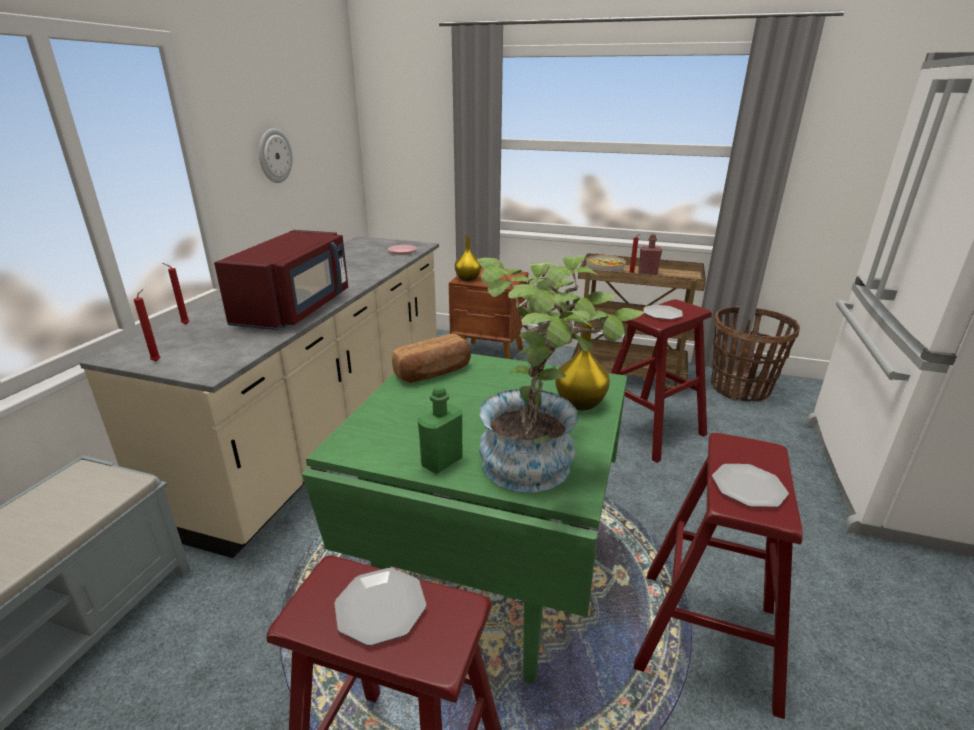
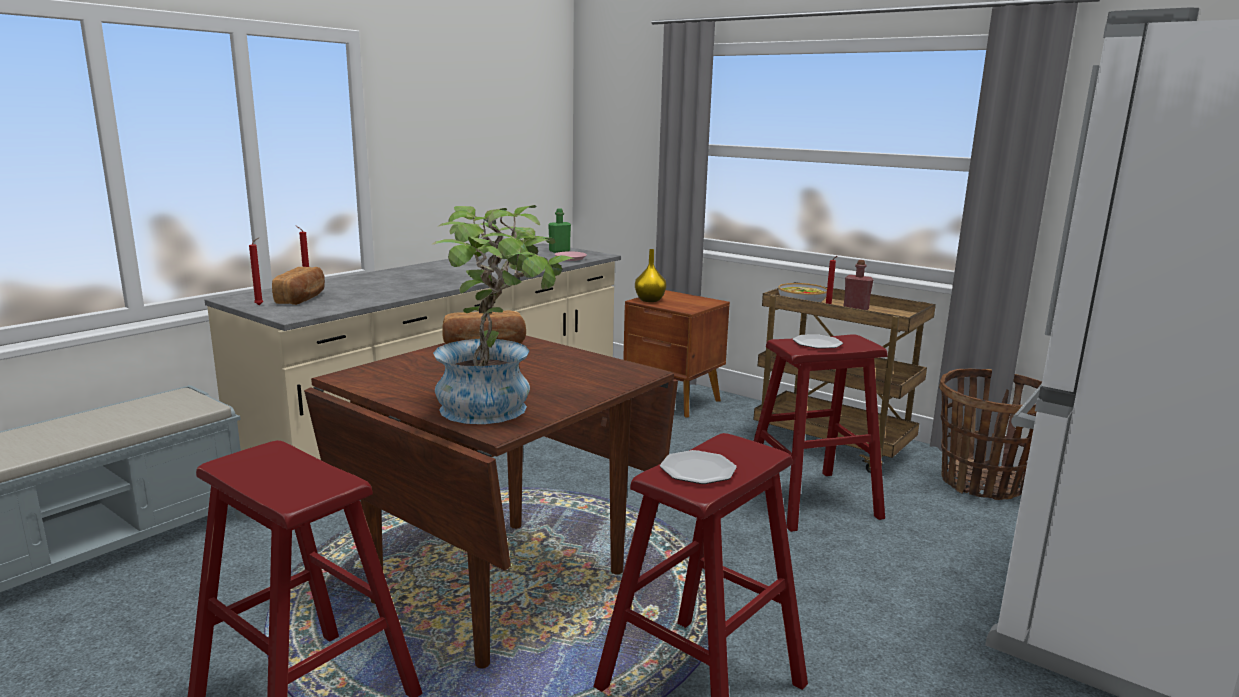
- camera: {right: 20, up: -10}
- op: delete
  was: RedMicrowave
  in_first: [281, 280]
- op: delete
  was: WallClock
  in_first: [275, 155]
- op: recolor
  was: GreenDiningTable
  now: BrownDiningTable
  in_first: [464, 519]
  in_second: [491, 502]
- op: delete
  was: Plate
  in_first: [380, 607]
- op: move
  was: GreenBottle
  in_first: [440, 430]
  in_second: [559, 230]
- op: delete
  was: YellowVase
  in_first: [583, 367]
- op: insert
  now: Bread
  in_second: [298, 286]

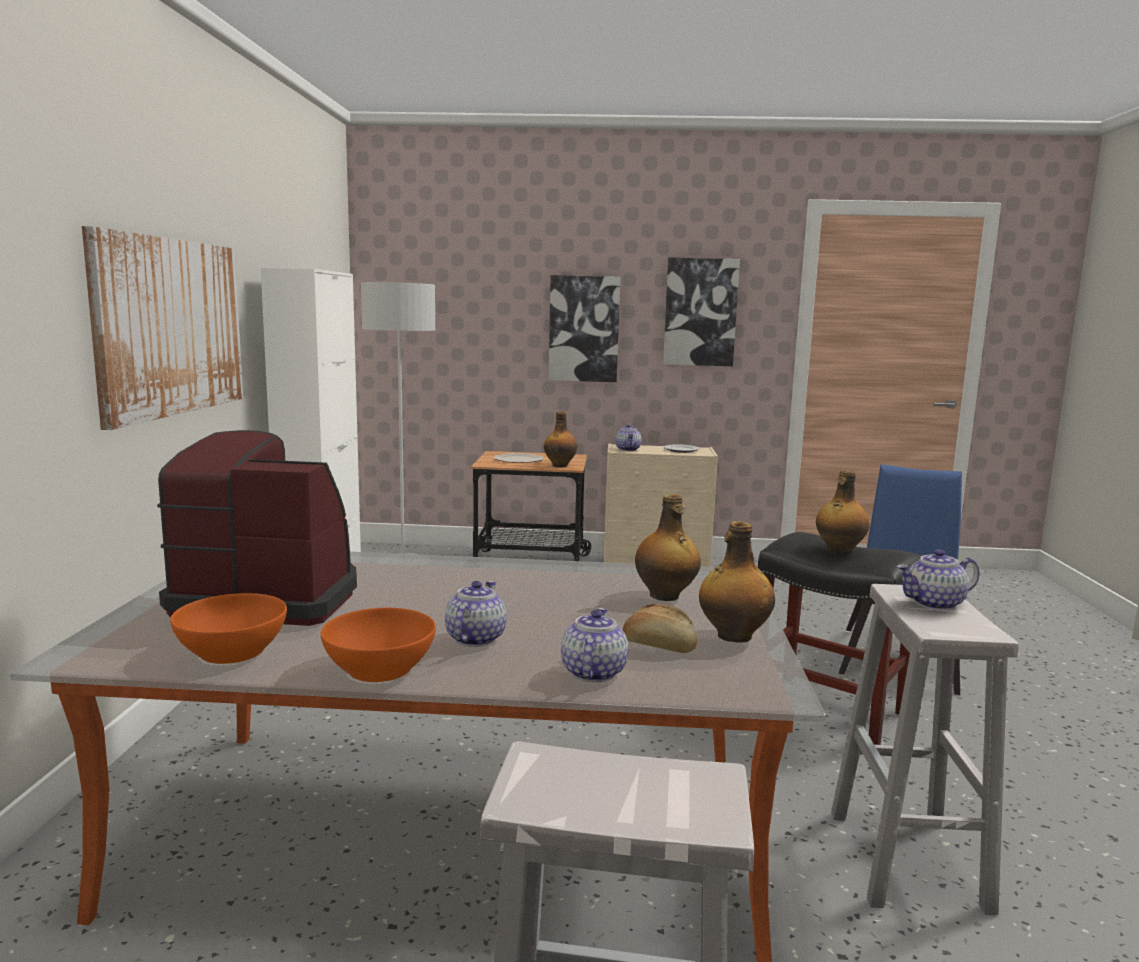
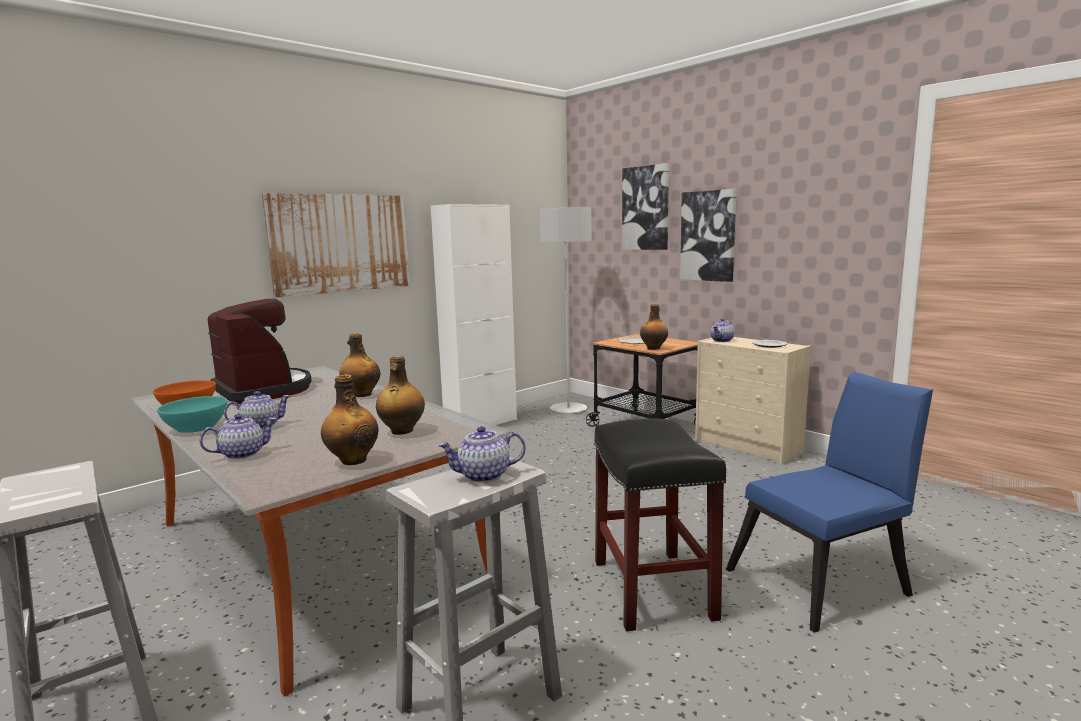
- camera: {right: 45, up: 0}
- op: recolor
  was: OrangeBowl
  now: TurquoiseBowl
  in_first: [378, 645]
  in_second: [192, 414]
- op: delete
  was: Bread
  in_first: [659, 628]
- op: move
  was: Picture
  in_first: [701, 311]
  in_second: [645, 206]
- op: move
  was: Bottle
  in_first: [843, 512]
  in_second: [359, 365]
- op: rotate
  was: Teapot
  in_first: [938, 579]
  in_second: [482, 454]
  clockwise: -45

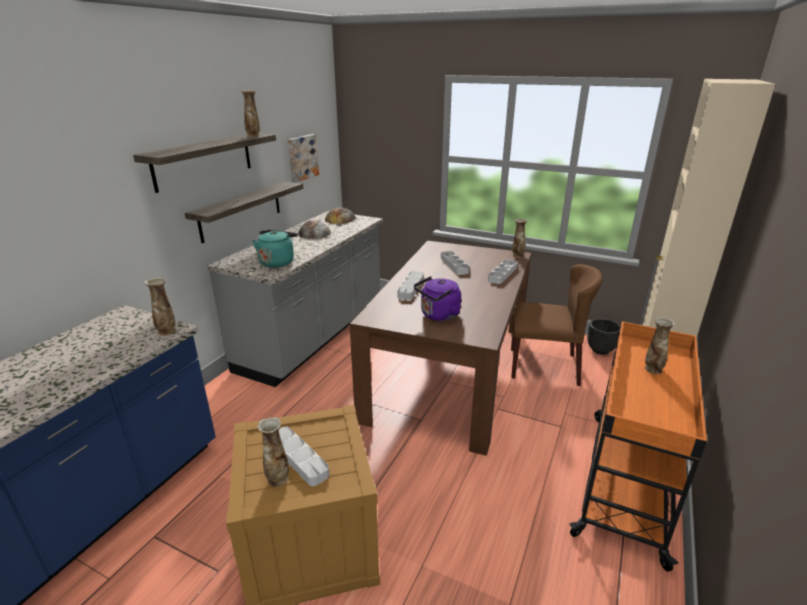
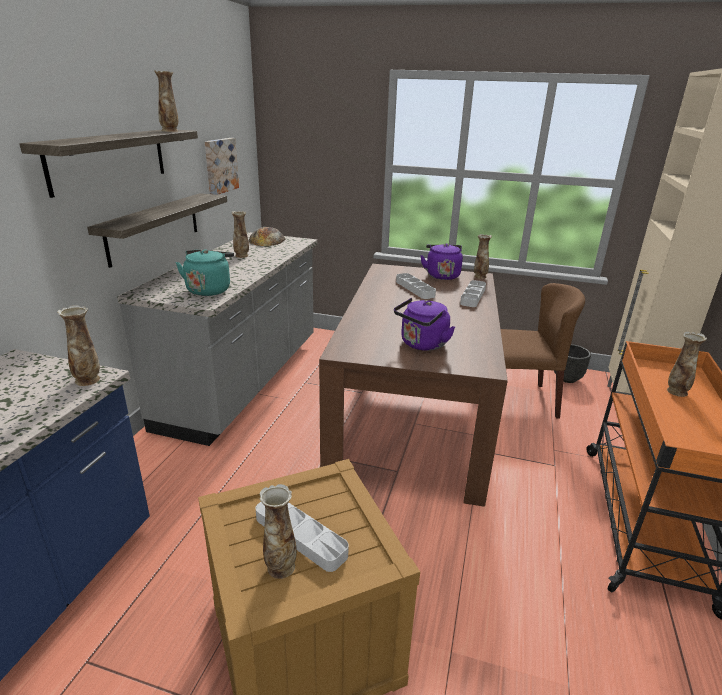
- camera: {right: -10, up: 0}
- op: replace
  was: Bread
  now: Vase
  in_first: [314, 229]
  in_second: [240, 234]
- op: delete
  was: GreyTray
  in_first: [410, 285]
- op: insert
  now: PurpleKettle
  in_second: [441, 261]

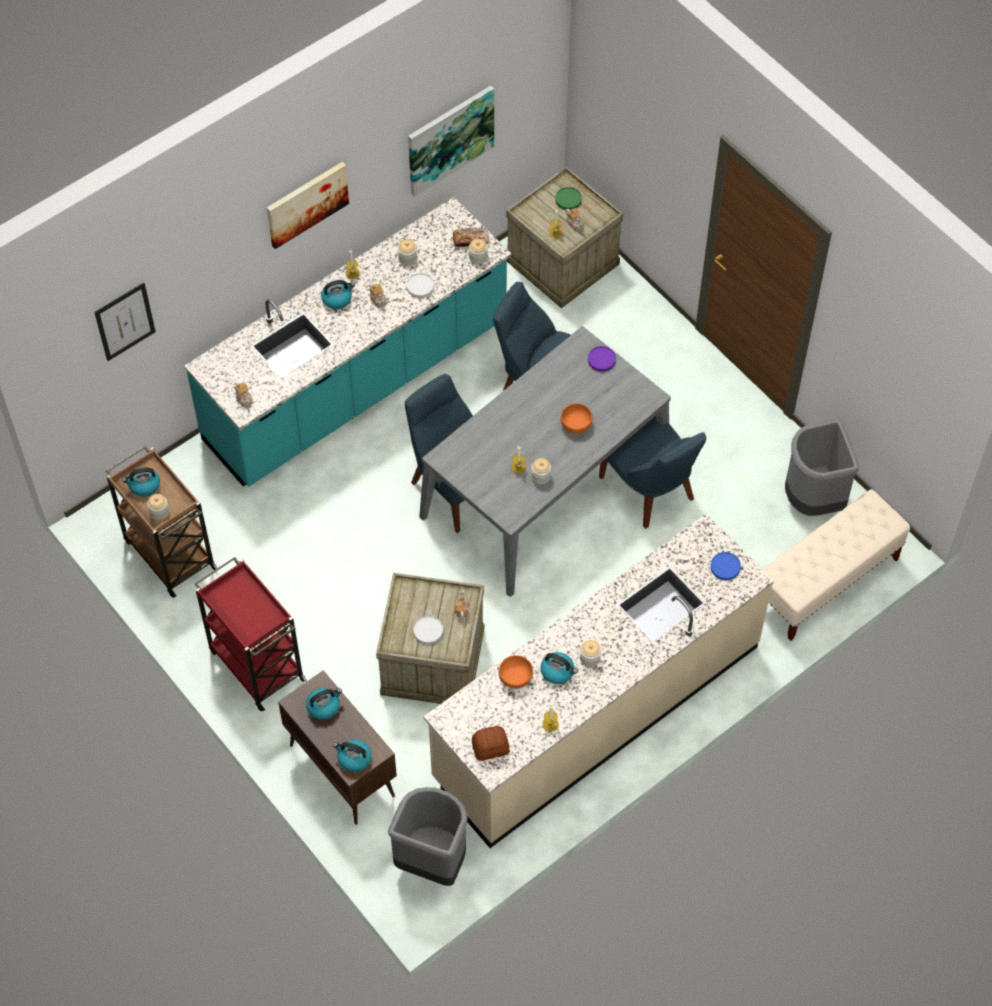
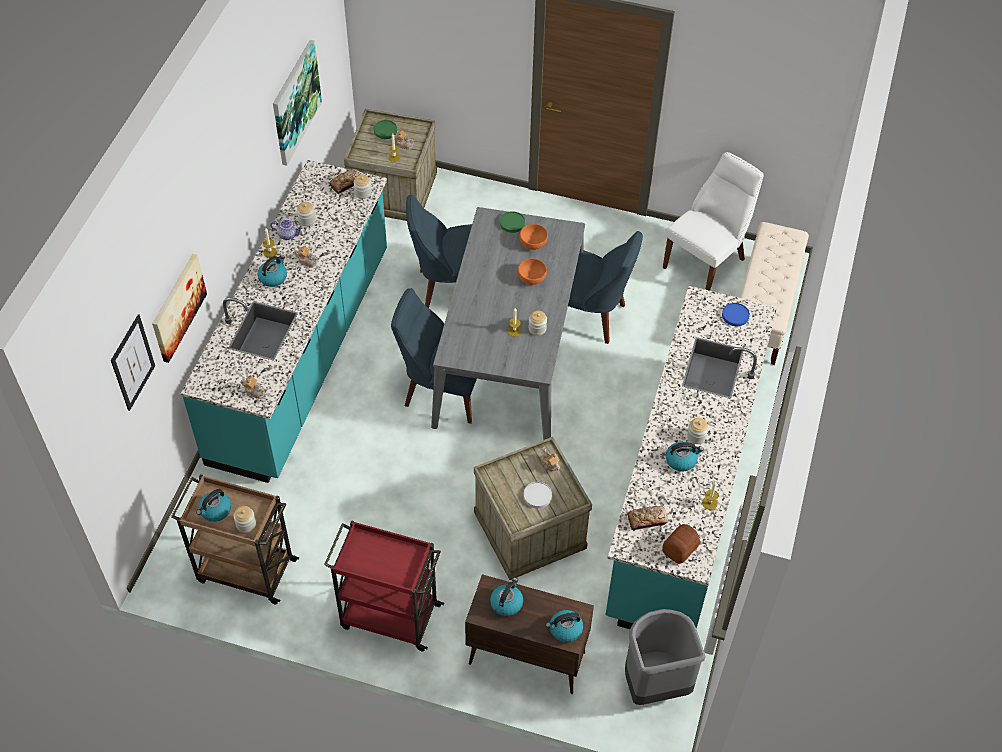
- camera: {right: -35, up: -5}
- op: move
  was: Picture
  in_first: [308, 205]
  in_second: [179, 308]
- op: delete
  was: WhitePlate
  in_first: [420, 285]
- op: recolor
  was: BeigeCounter
  now: TurquoiseCounter
  in_first: [598, 680]
  in_second: [691, 457]
- op: move
  was: OrangeBowl
  in_first: [516, 672]
  in_second: [533, 237]
- op: recolor
  was: PurplePlate
  now: GreenPlate
  in_first: [602, 359]
  in_second: [512, 222]
- op: replace
  was: GreyTrashCan
  now: WhiteChair
  in_first: [822, 467]
  in_second: [713, 221]
- op: insert
  now: Teapot
  in_second: [286, 229]
- op: insert
  now: Bread
  in_second: [647, 518]

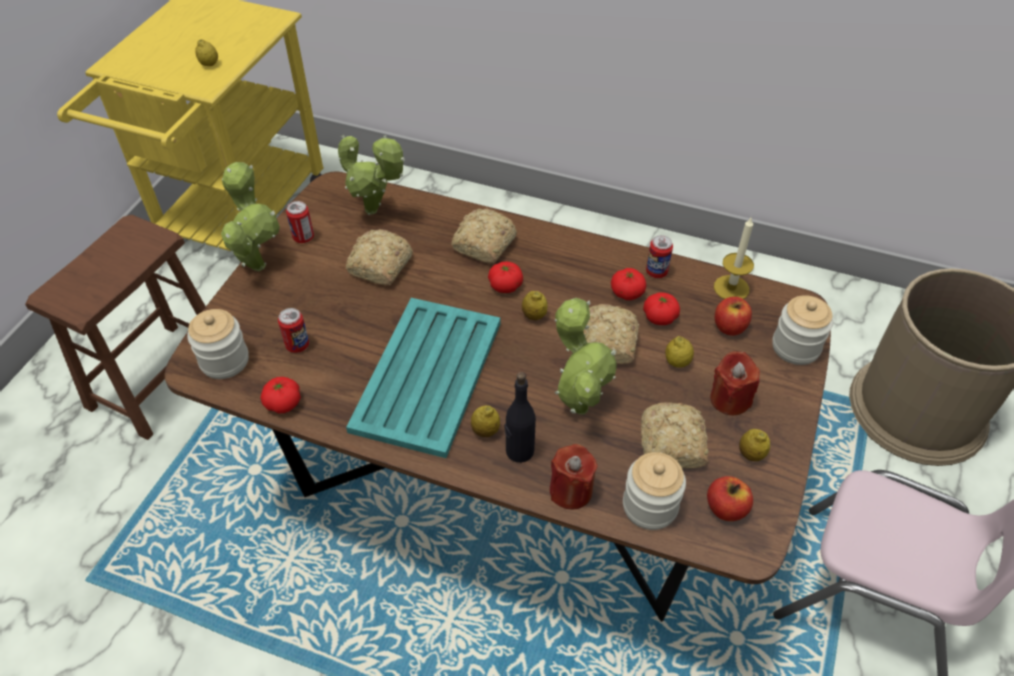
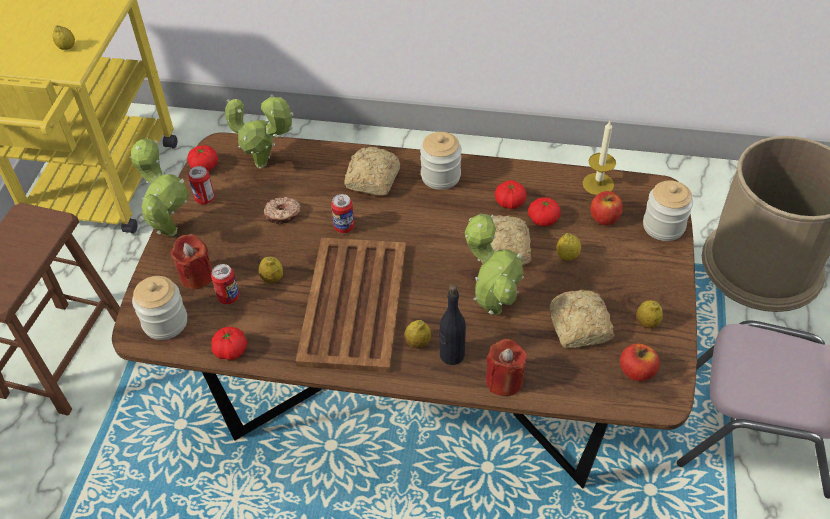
- camera: {right: -10, up: 0}
- op: replace
  was: Bread
  now: Donut
  in_first: [379, 257]
  in_second: [282, 210]
- op: recolor
  was: TurquoiseTray
  now: BrownTray
  in_first: [423, 378]
  in_second: [350, 305]
- op: move
  was: Tomato
  in_first: [505, 277]
  in_second: [202, 158]
- op: move
  was: Lemon
  in_first: [534, 305]
  in_second: [271, 270]
- op: move
  was: Jar
  in_first: [654, 491]
  in_second: [441, 161]
- op: move
  was: Can
  in_first: [659, 256]
  in_second: [342, 213]
- op: move
  was: RedCandle
  in_first: [735, 383]
  in_second: [191, 262]

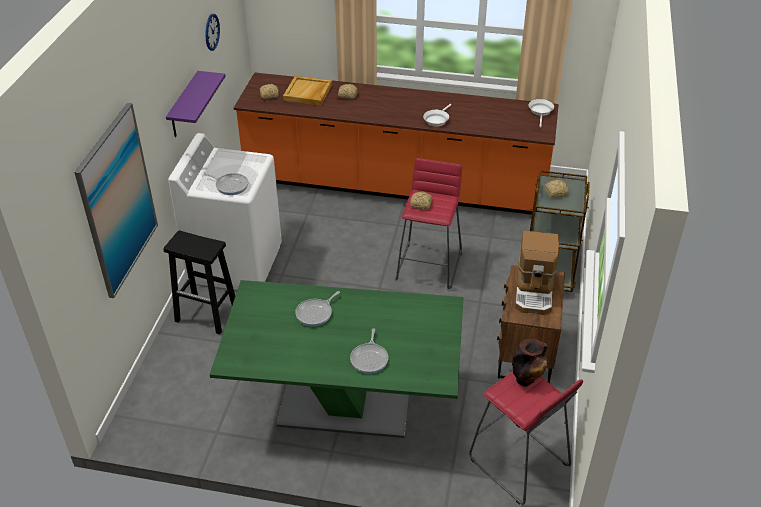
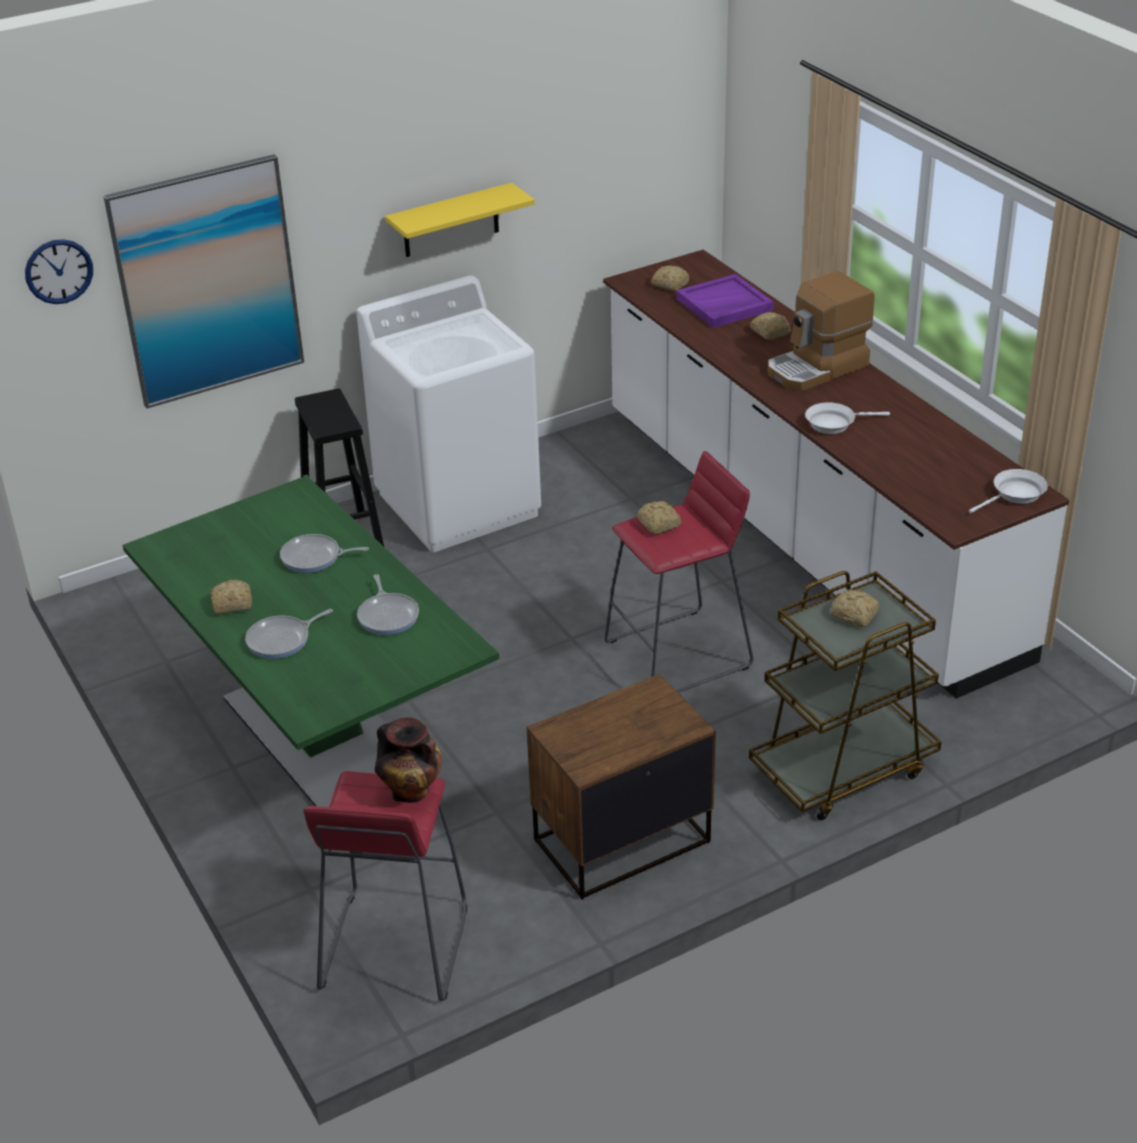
- camera: {right: 50, up: -5}
- op: recolor
  was: PurpleShelf
  now: YellowShelf
  in_first: [196, 104]
  in_second: [460, 220]
- op: move
  was: FryingPan
  in_first: [226, 184]
  in_second: [388, 604]
- op: move
  was: WallClock
  in_first: [212, 32]
  in_second: [59, 271]
- op: recolor
  was: OrangeCounter
  now: WhiteCounter
  in_first: [396, 144]
  in_second: [836, 474]
- op: recolor
  was: BeigeTray
  now: PurpleTray
  in_first: [307, 90]
  in_second: [725, 301]
- op: move
  was: CoffeeMachine
  in_first: [537, 273]
  in_second: [821, 331]
- op: insert
  now: Bread
  in_second: [231, 597]

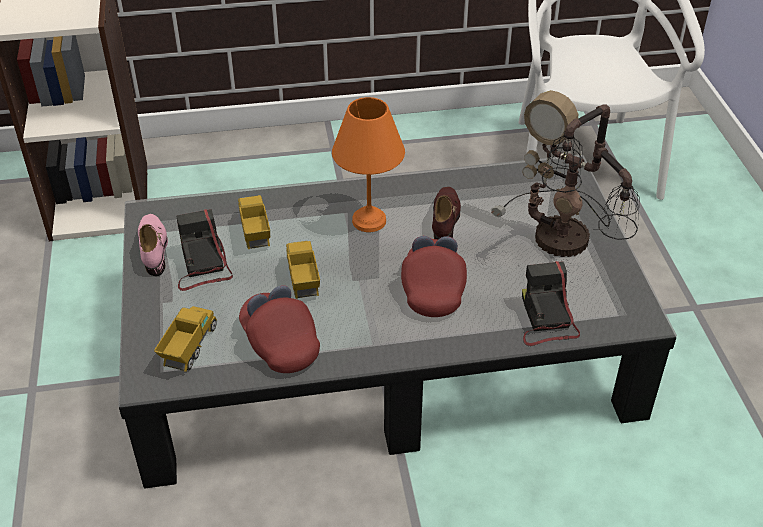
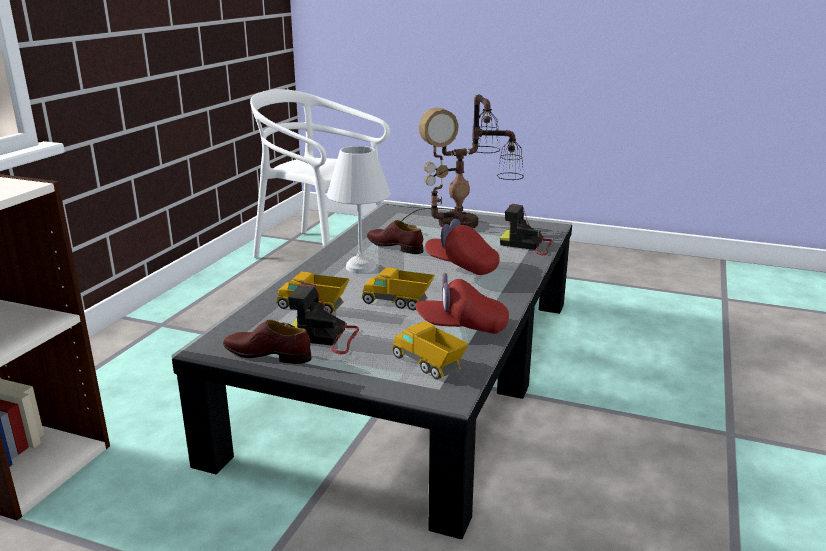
- camera: {right: -60, up: -20}
- op: recolor
  was: PinkShoe
  now: BrownShoe
  in_first: [153, 245]
  in_second: [267, 342]
- op: recolor
  was: OrangeTableLamp
  now: WhiteTableLamp
  in_first: [368, 164]
  in_second: [359, 209]

